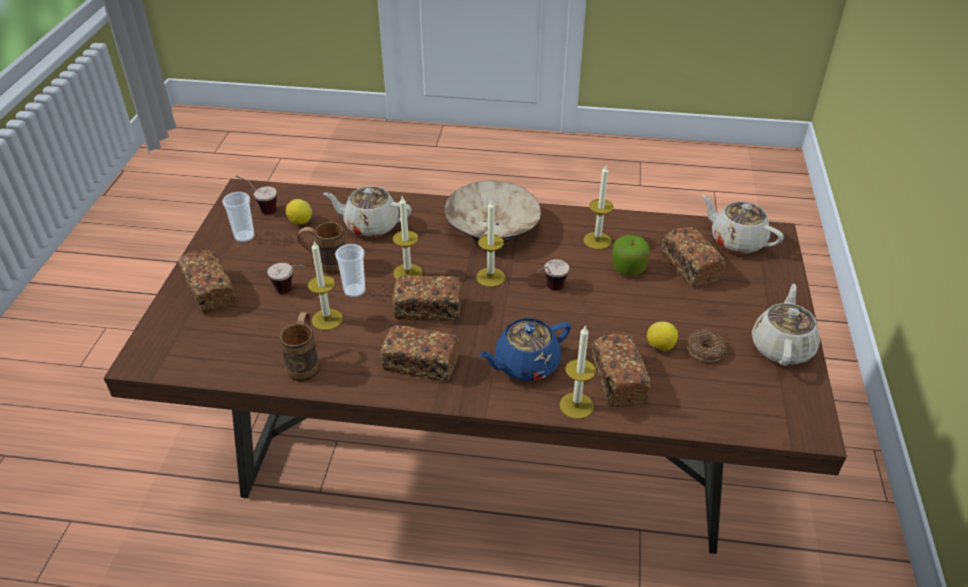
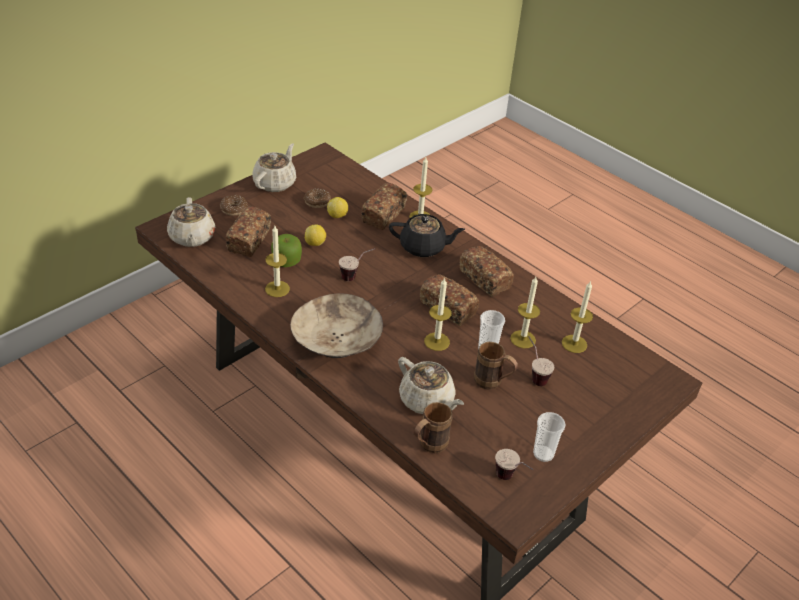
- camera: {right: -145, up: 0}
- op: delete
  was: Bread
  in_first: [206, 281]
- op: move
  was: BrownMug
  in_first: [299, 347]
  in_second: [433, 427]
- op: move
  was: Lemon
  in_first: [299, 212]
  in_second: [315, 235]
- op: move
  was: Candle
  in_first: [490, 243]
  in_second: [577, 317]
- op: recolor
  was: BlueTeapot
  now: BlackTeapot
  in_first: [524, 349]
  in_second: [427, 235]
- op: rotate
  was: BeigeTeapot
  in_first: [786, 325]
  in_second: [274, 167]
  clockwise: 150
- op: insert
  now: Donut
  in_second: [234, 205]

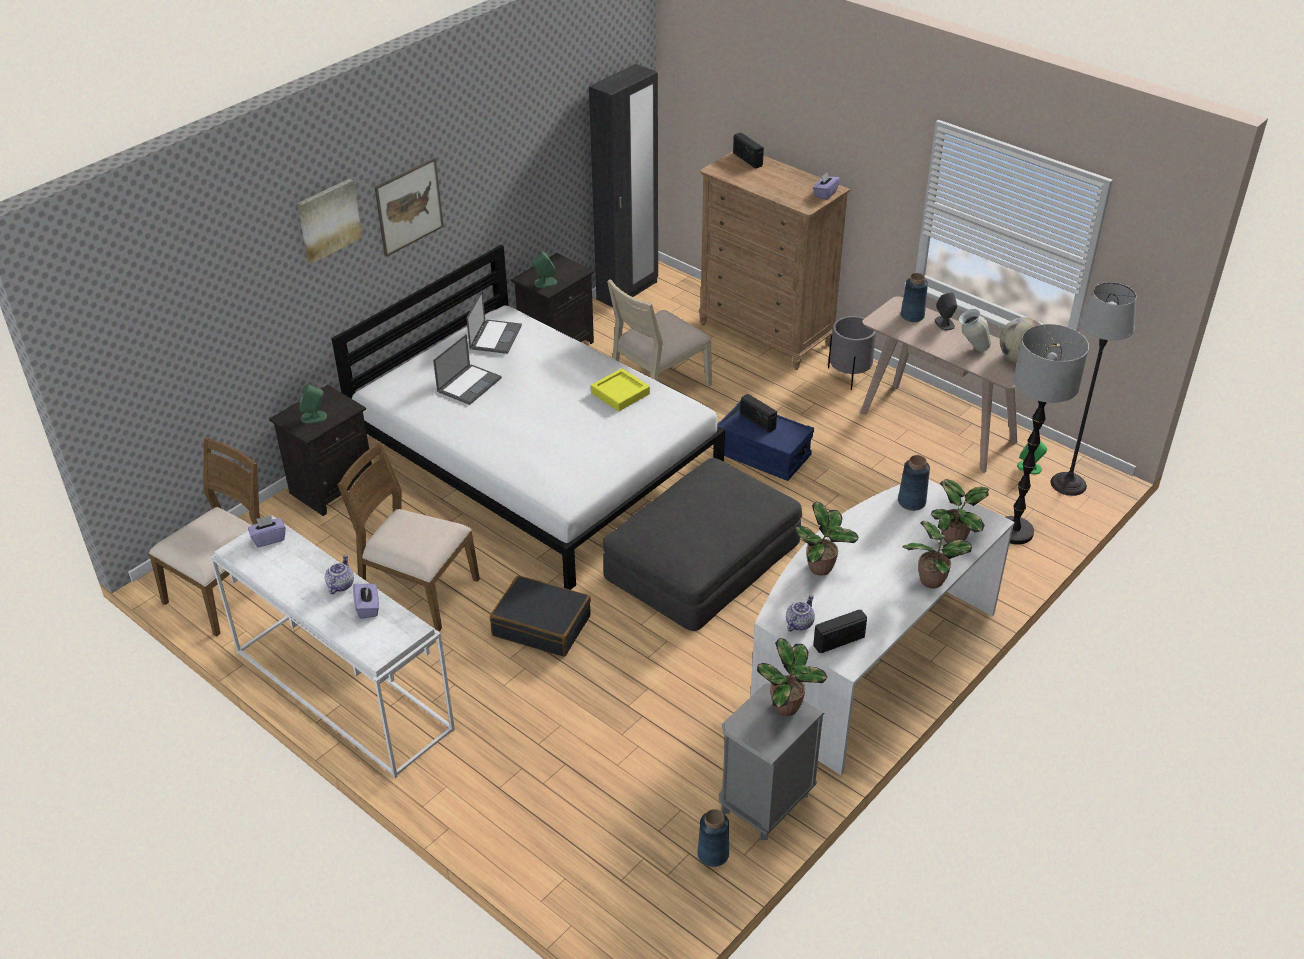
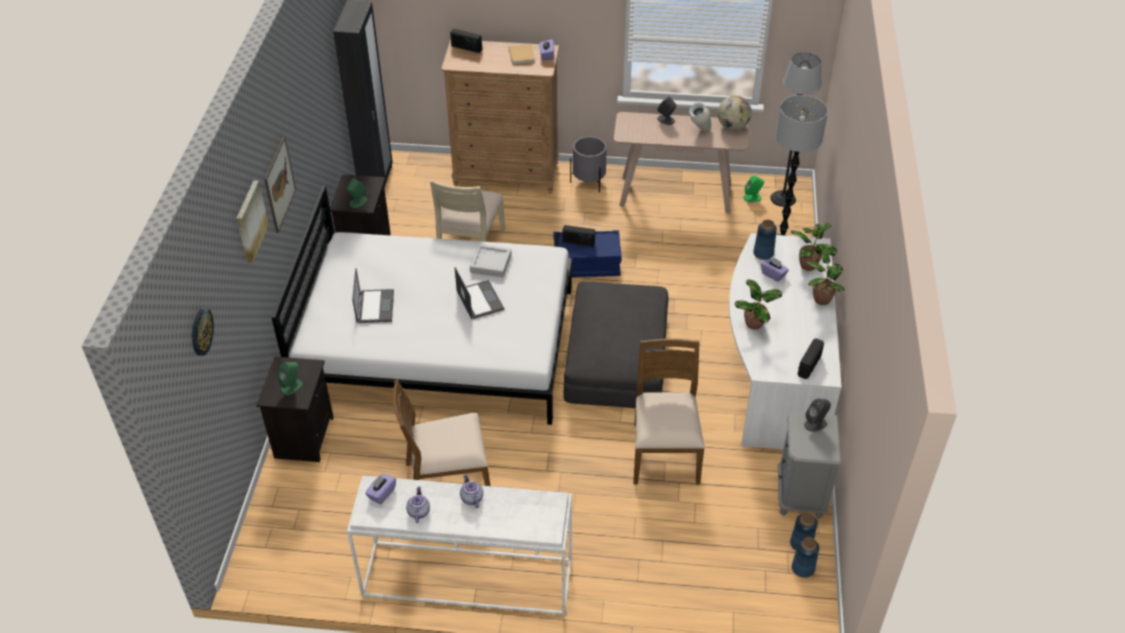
- camera: {right: -35, up: 5}
- op: move
  was: BrownChair
  in_first: [204, 536]
  in_second: [669, 412]
- op: move
  was: PurpleTissueBox
  in_first: [366, 601]
  in_second: [775, 269]
- op: move
  was: Laptop
  in_first: [494, 322]
  in_second: [479, 293]
- op: delete
  was: BlackSuitcase
  in_first: [540, 616]
- op: recolor
  was: YellowTray
  now: GreyTray
  in_first: [620, 389]
  in_second: [490, 260]
- op: replace
  was: PottedPlant
  now: GreySpeaker
  in_first: [792, 677]
  in_second: [817, 415]
- op: move
  was: Teapot
  in_first: [800, 613]
  in_second: [418, 504]
- op: move
  was: BlueVase
  in_first: [914, 297]
  in_second: [805, 557]
- op: insert
  now: WallClock
  in_second: [203, 332]
- op: insert
  now: BeigeBook
  in_second: [522, 54]

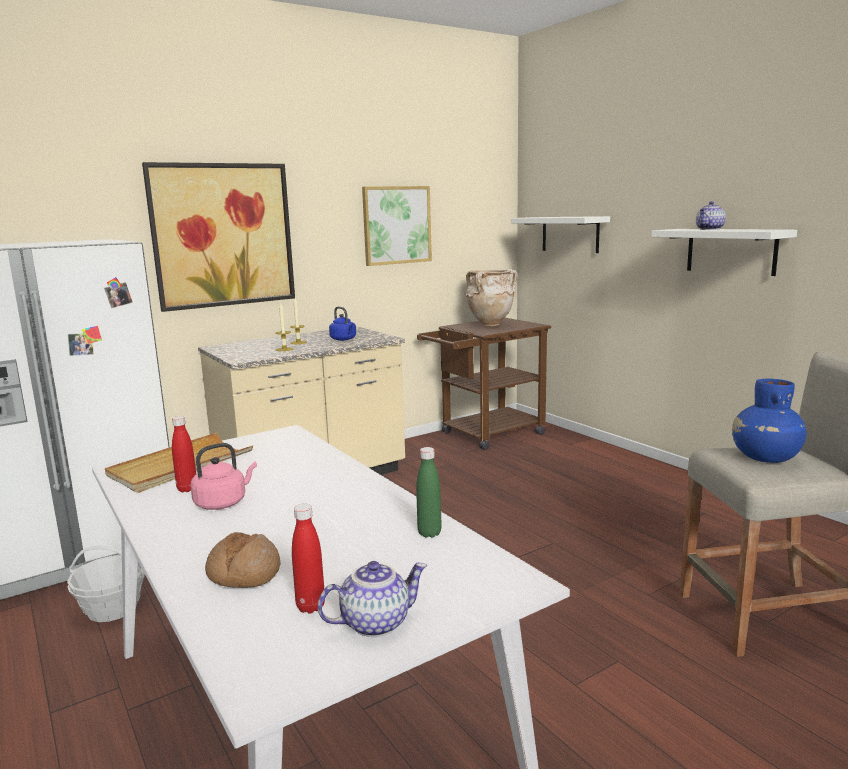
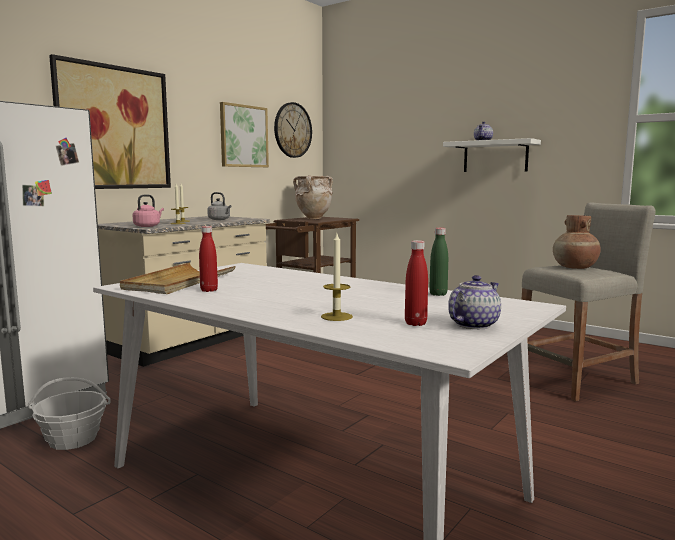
- camera: {right: -20, up: -5}
- op: move
  was: PinkKettle
  in_first: [223, 476]
  in_second: [148, 210]
- op: replace
  was: Bread
  now: Candle
  in_first: [242, 560]
  in_second: [337, 277]
- op: recolor
  was: BlueKettle
  now: GreyKettle
  in_first: [342, 324]
  in_second: [219, 206]
- op: delete
  was: WhiteShelf
  in_first: [560, 234]
- op: recolor
  was: BlueVase
  now: BrownVase
  in_first: [769, 421]
  in_second: [577, 242]
- op: insert
  now: WallClock
  in_second: [293, 130]

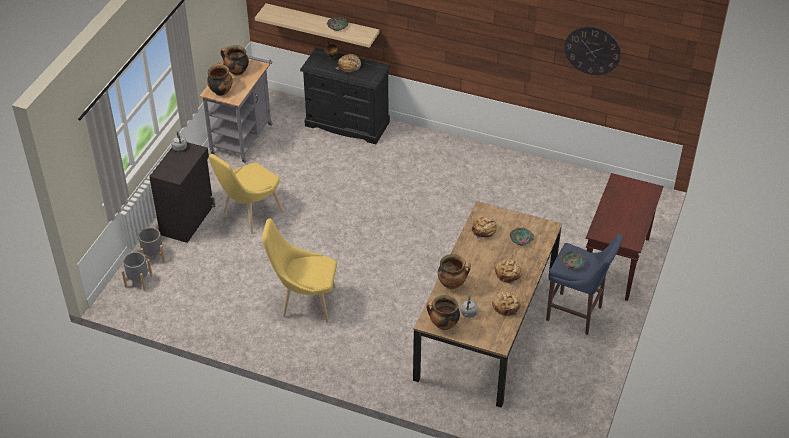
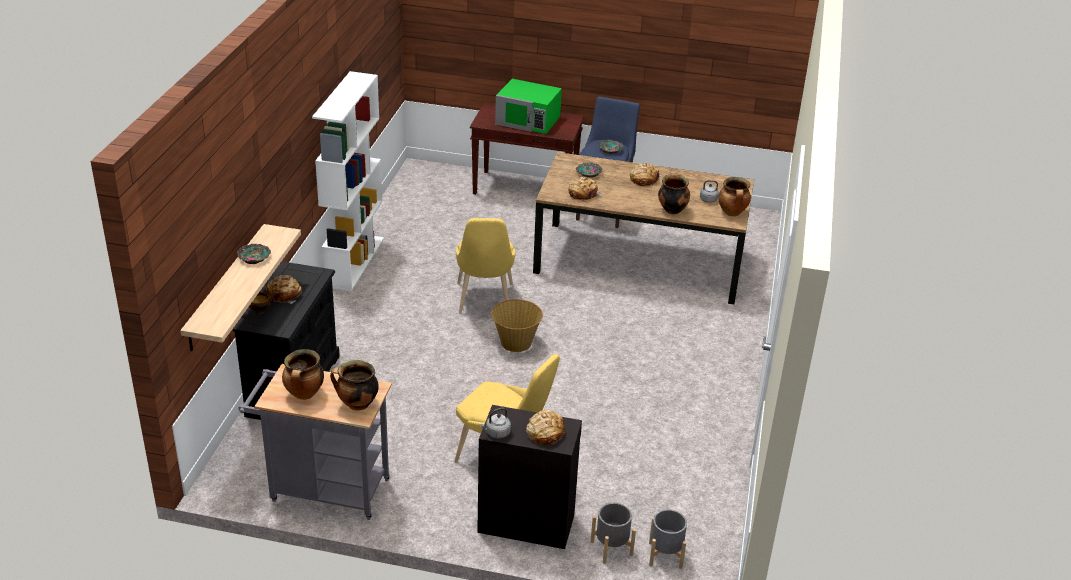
- camera: {right: -100, up: -10}
- op: move
  was: YellowChair
  in_first: [299, 270]
  in_second: [486, 266]
- op: move
  was: Bread
  in_first: [506, 303]
  in_second: [545, 427]
- op: delete
  was: WallClock
  in_first: [592, 50]
- op: insert
  now: WhiteBookcase
  in_second: [348, 181]
- op: insert
  now: Basket
  in_second: [517, 325]
- op: insert
  now: GreenMicrowave
  in_second: [528, 106]

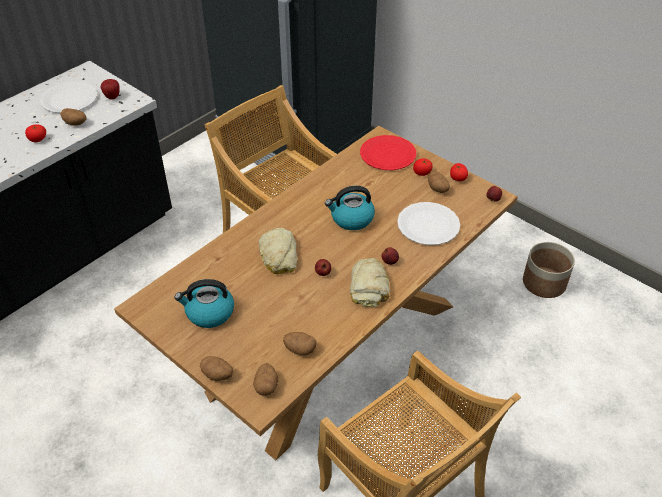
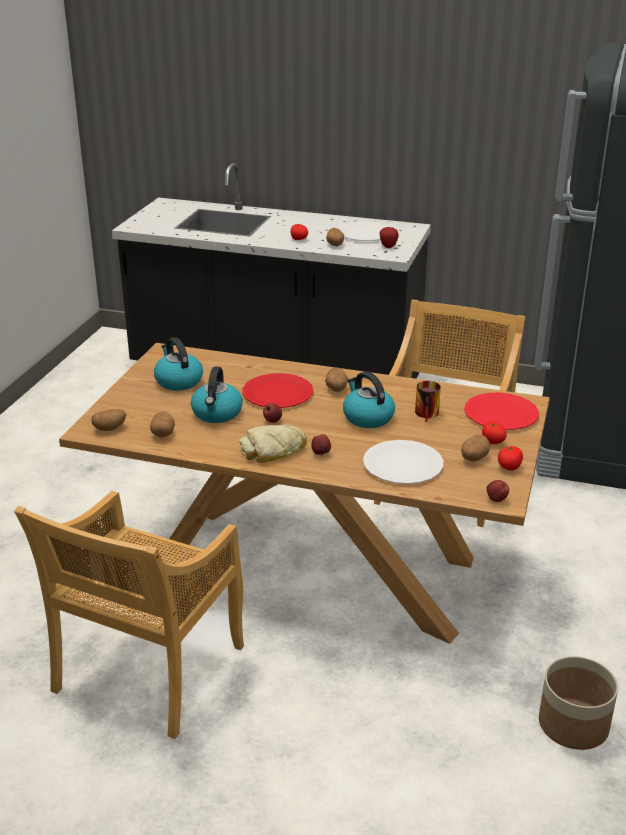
- camera: {right: 65, up: -15}
- op: move
  was: Potato
  in_first: [216, 368]
  in_second: [336, 379]
- op: replace
  was: Bread
  now: RedPlate
  in_first: [278, 251]
  in_second: [277, 390]
- op: insert
  now: Kettle
  in_second: [217, 395]
- op: insert
  now: Mug
  in_second: [428, 401]

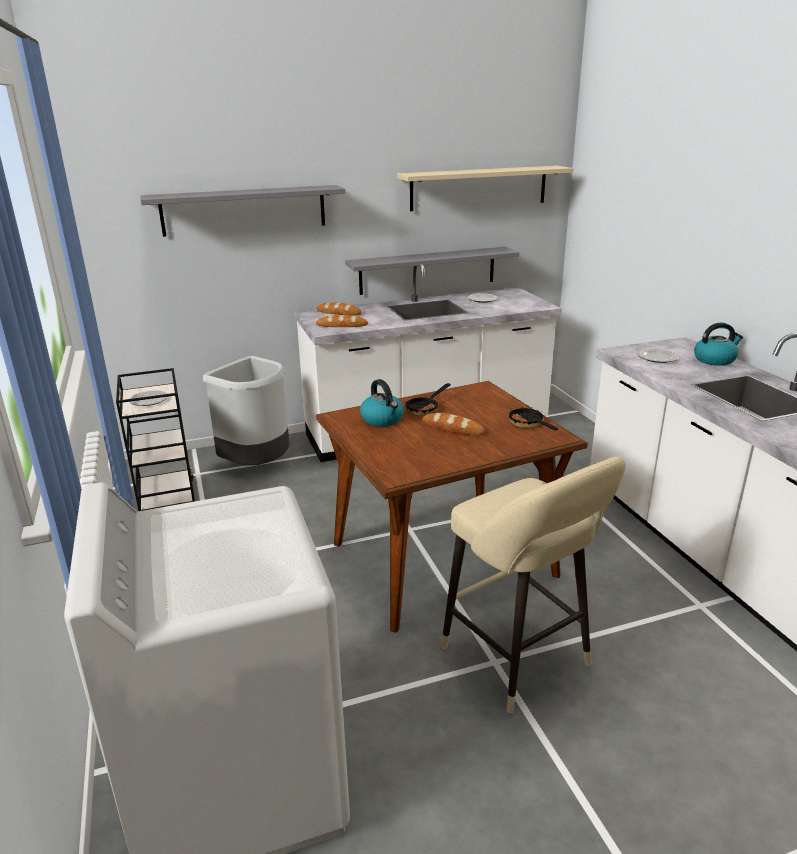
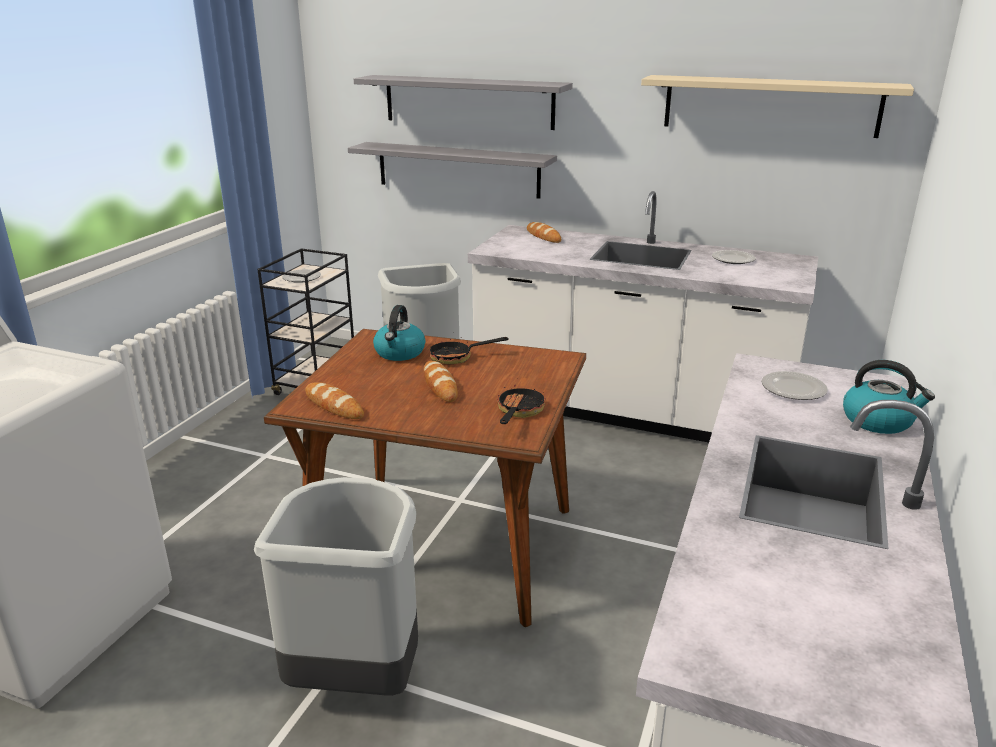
- camera: {right: 40, up: 0}
- op: move
  was: Bread
  in_first: [342, 321]
  in_second: [334, 400]
- op: move
  was: GreyShelf
  in_first: [432, 271]
  in_second: [452, 170]
- op: replace
  was: BeigeStool
  now: GreyTrashCan
  in_first: [533, 584]
  in_second: [336, 586]

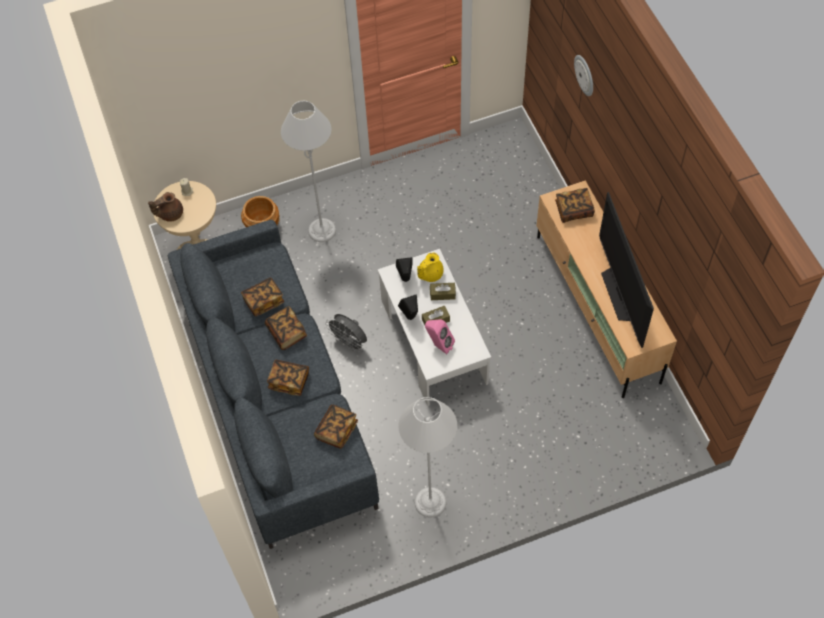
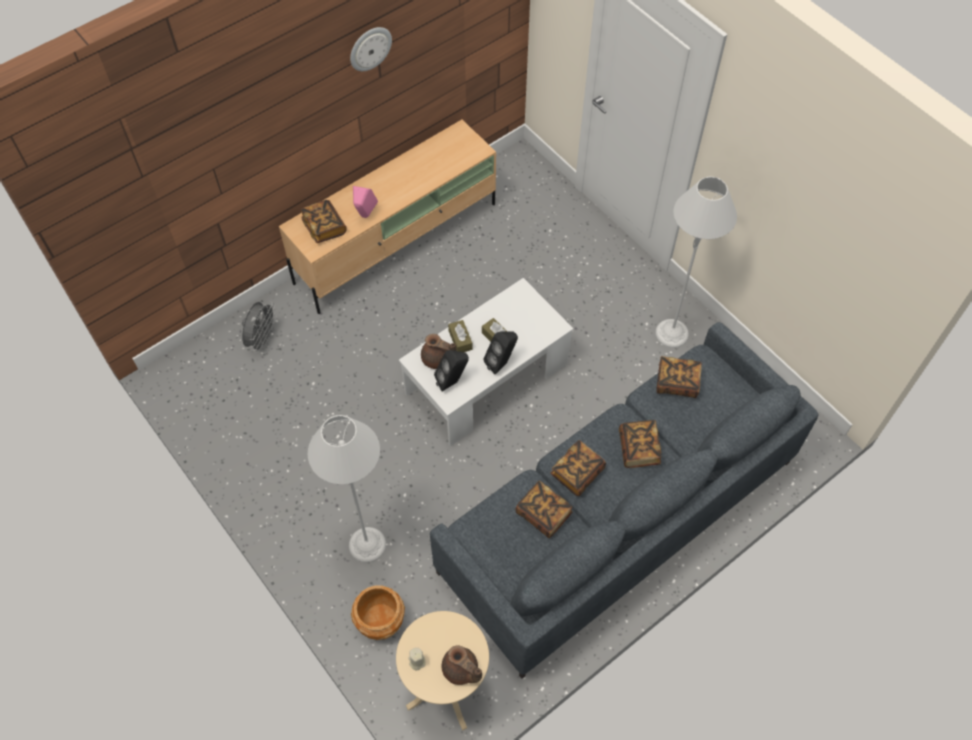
- camera: {right: -110, up: 0}
- op: move
  was: GreyFan
  in_first: [346, 333]
  in_second: [259, 327]
- op: recolor
  was: YellowTeapot
  now: BrownTeapot
  in_first: [430, 267]
  in_second: [439, 351]
- op: move
  was: PinkSpeaker
  in_first: [440, 337]
  in_second: [365, 202]
- op: move
  was: WallClock
  in_first: [583, 75]
  in_second: [371, 49]
- op: delete
  was: Television
  in_first: [626, 270]

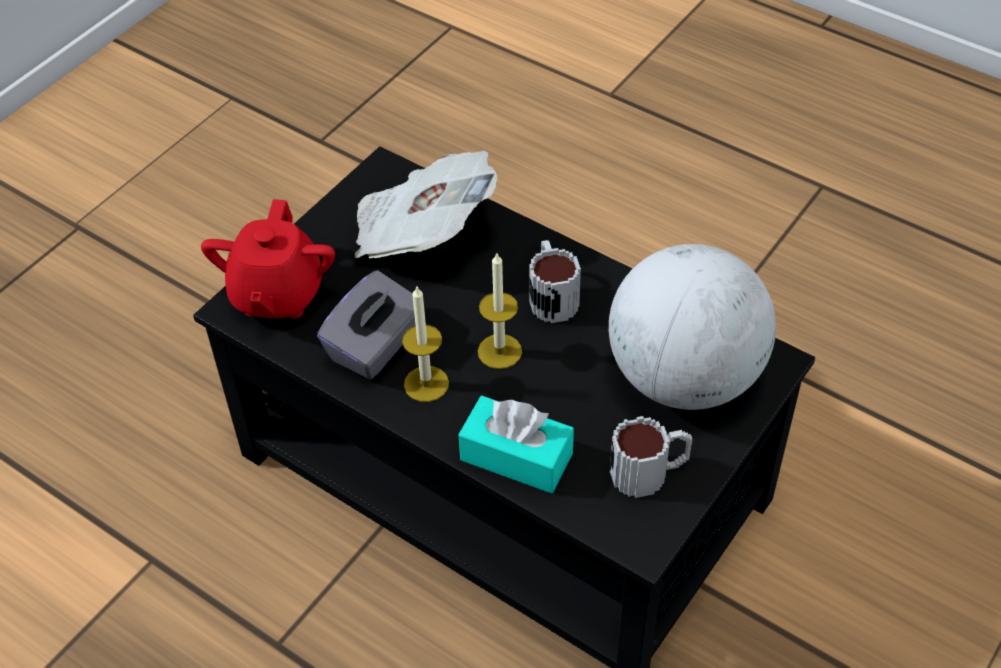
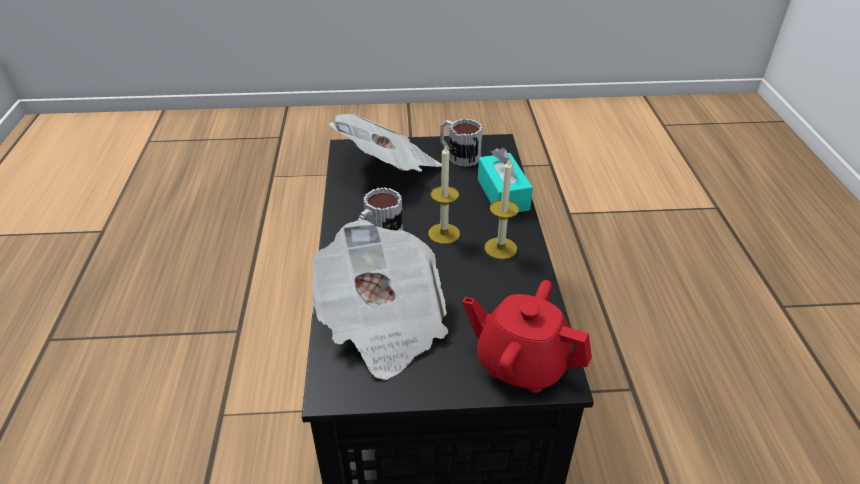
- camera: {right: -130, up: -10}
- op: rotate
  was: RedTeapot
  in_first: [268, 259]
  in_second: [527, 336]
  clockwise: -120
- op: delete
  was: GreyTissueBox
  in_first: [366, 325]
- op: replace
  was: Globe
  now: Newspaper
  in_first: [692, 327]
  in_second: [385, 143]

